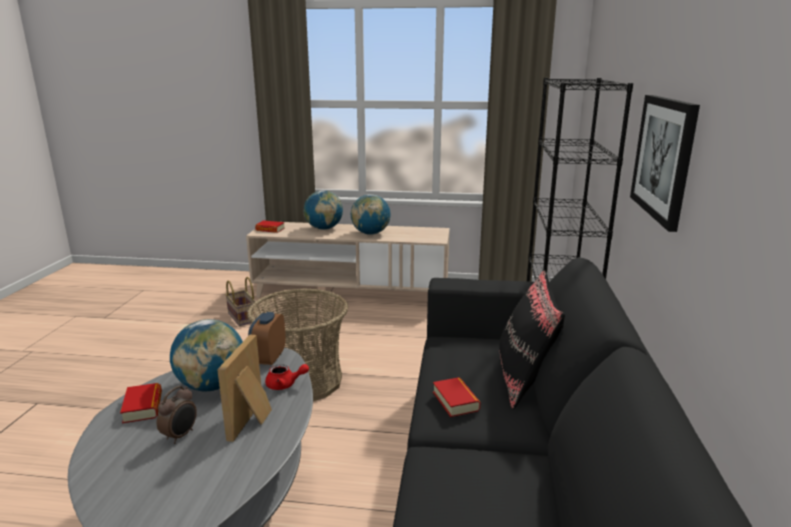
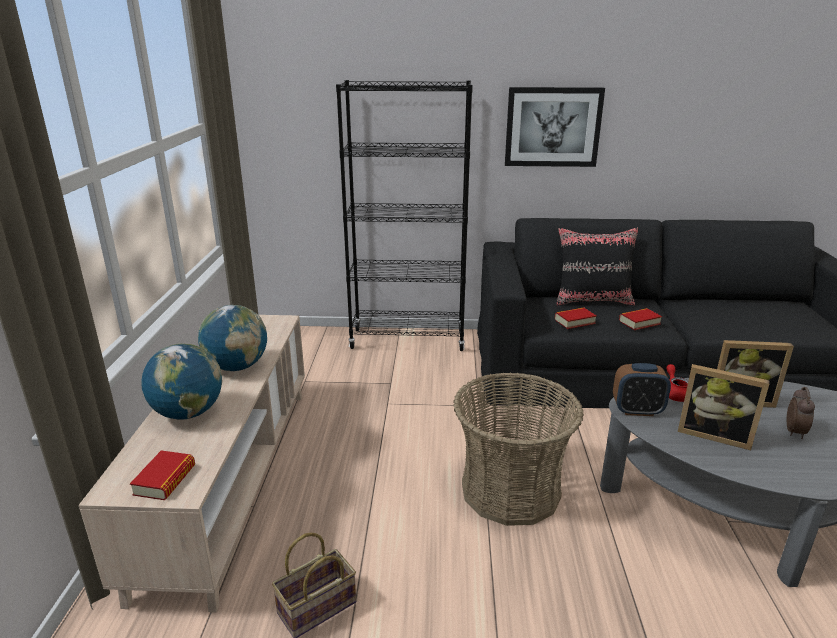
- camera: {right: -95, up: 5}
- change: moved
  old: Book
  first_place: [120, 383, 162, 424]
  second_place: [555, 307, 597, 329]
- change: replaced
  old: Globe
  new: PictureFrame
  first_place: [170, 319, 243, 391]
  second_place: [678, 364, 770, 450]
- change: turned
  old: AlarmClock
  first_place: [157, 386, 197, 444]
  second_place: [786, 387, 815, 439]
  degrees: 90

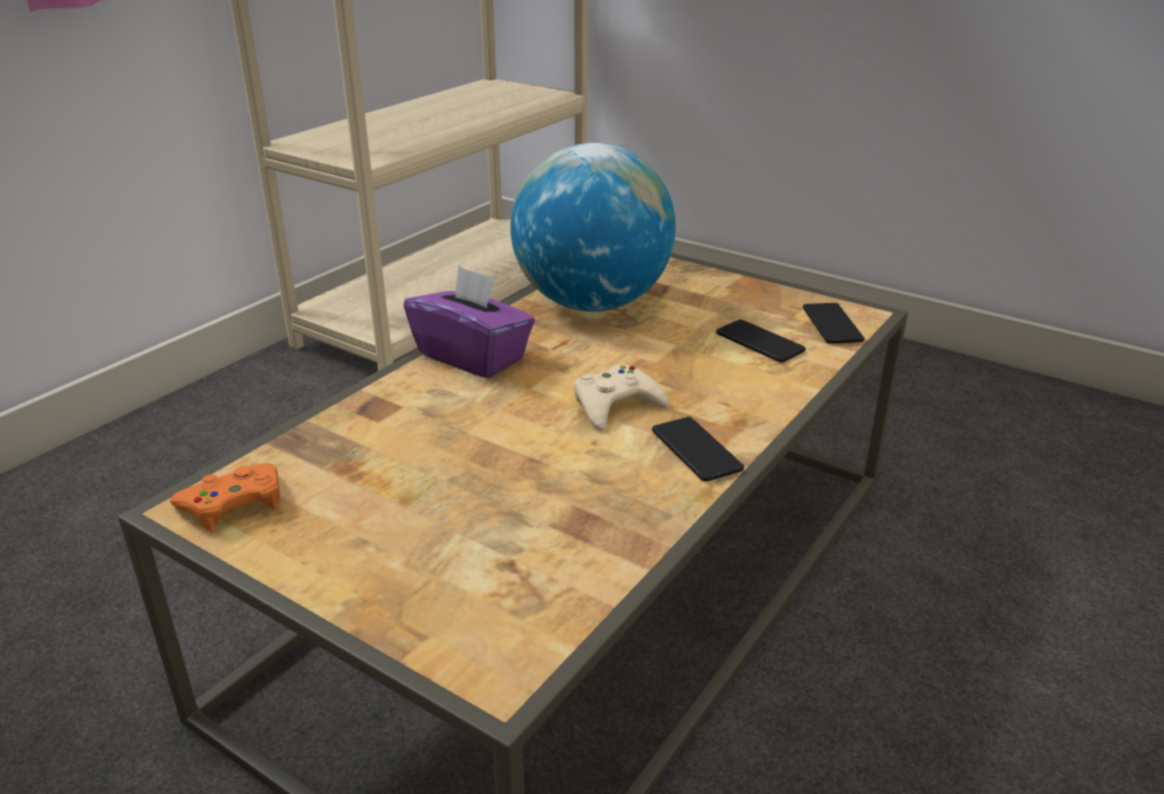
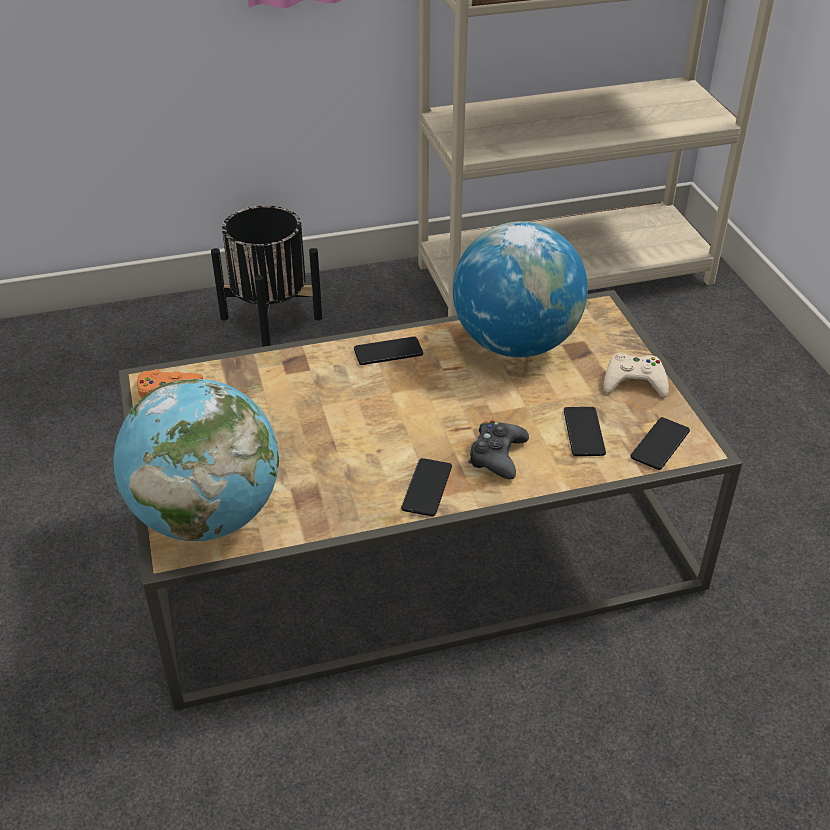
- camera: {right: 40, up: 10}
- change: added
  new: Globe
  second_place: [113, 379, 279, 541]
- change: added
  new: BlackPlanter
  second_place: [211, 205, 322, 347]
- change: added
  new: BlackGameController
  second_place: [468, 421, 529, 479]
- change: moved
  old: BeigeGameController
  first_place: [574, 364, 669, 431]
  second_place: [604, 353, 669, 397]
- change: replaced
  old: PurpleTissueBox
  new: Phone
  first_place: [404, 266, 535, 378]
  second_place: [354, 337, 423, 365]

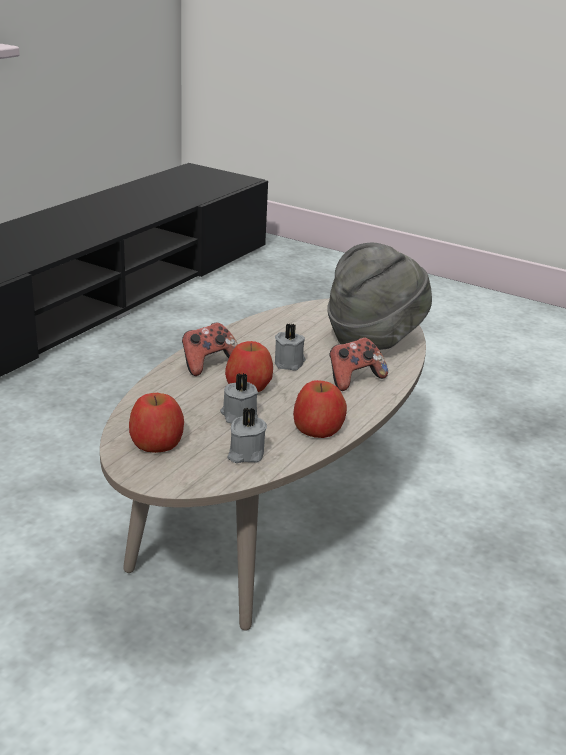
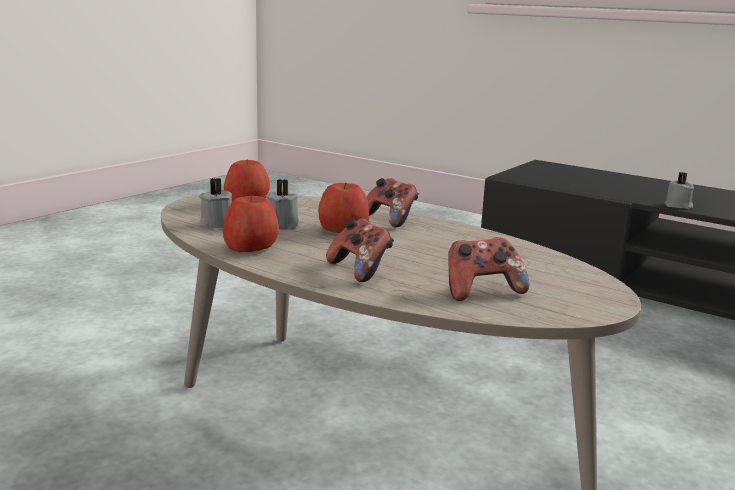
- camera: {right: 95, up: -10}
- change: moved
  old: GreyCandle
  first_place: [275, 323, 306, 370]
  second_place: [665, 172, 694, 209]
- change: replaced
  old: GreyHat
  new: GameController
  first_place: [327, 242, 432, 350]
  second_place: [448, 237, 529, 301]

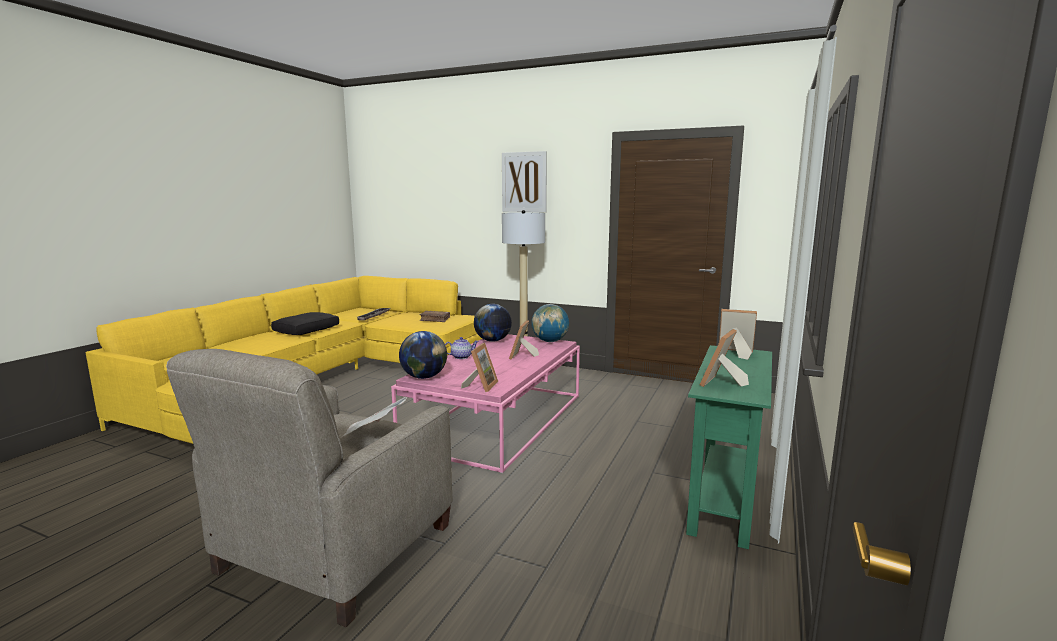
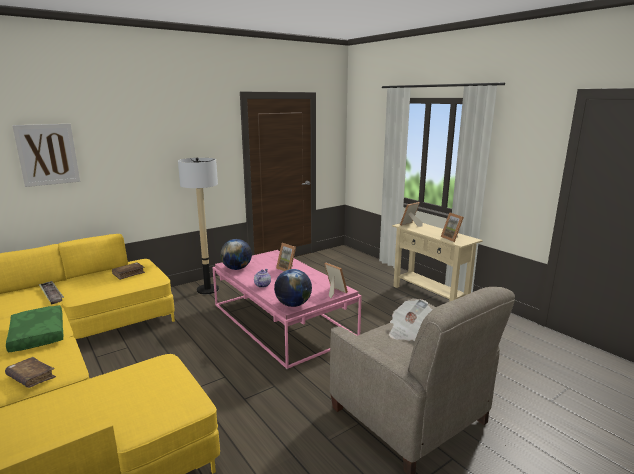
- camera: {right: -60, up: 5}
- change: removed
  old: Globe
  first_place: [531, 304, 569, 342]
- change: added
  new: BrownBook
  second_place: [5, 357, 56, 388]
- change: moved
  old: Picture
  first_place: [502, 151, 547, 212]
  second_place: [12, 124, 80, 187]
- change: recoloured
  old: BlackPillow
  new: GreenPillow
  first_place: [271, 312, 339, 335]
  second_place: [6, 305, 63, 353]
- change: recoloured
  old: GreenConsoleTable
  new: BeigeConsoleTable
  first_place: [686, 345, 772, 549]
  second_place: [392, 221, 483, 302]

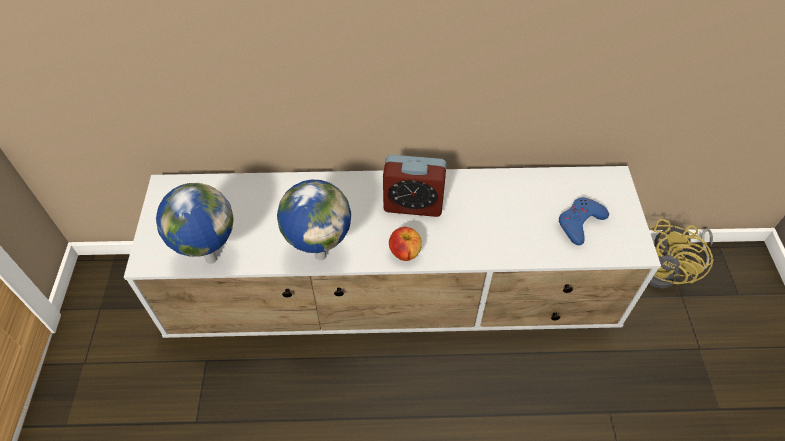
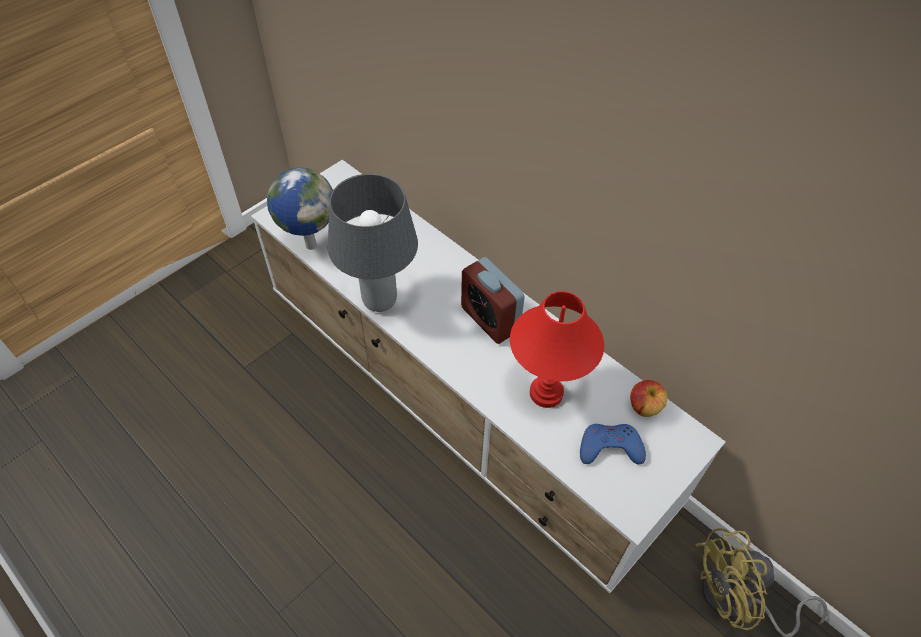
- camera: {right: 45, up: 0}
- change: added
  new: RedTableLamp
  second_place: [510, 291, 604, 408]
- change: moved
  old: Apple
  first_place: [389, 227, 422, 261]
  second_place: [630, 380, 667, 417]
- change: replaced
  old: Globe
  new: GreyTableLamp
  first_place: [277, 180, 351, 260]
  second_place: [328, 174, 418, 312]

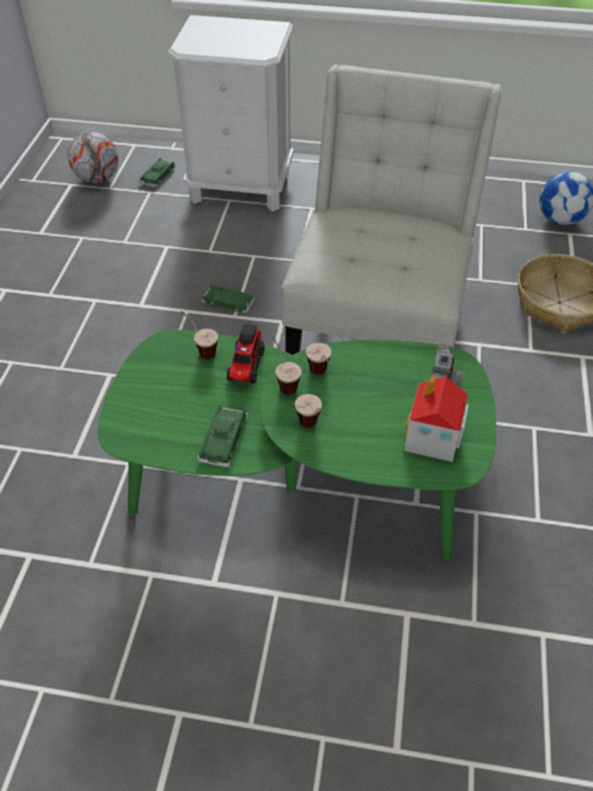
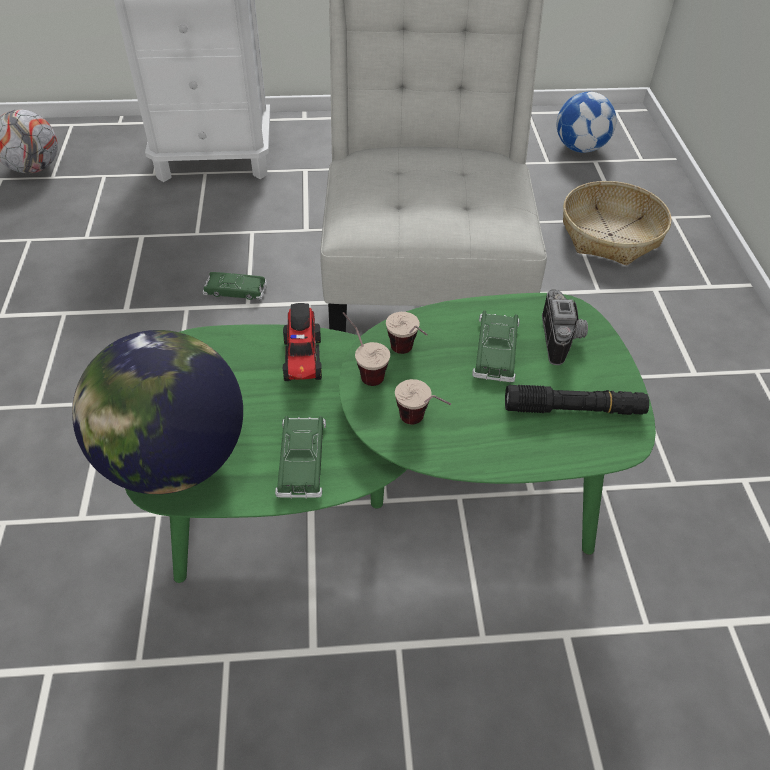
- camera: {right: -15, up: 0}
- change: removed
  old: Cup
  first_place: [180, 311, 218, 359]
- change: added
  new: Globe
  second_place: [72, 330, 243, 494]
- change: moved
  old: GreenToyCar
  first_place: [140, 158, 176, 187]
  second_place: [472, 310, 520, 382]
- change: replaced
  old: ToyHouse
  new: BlackFlashlight
  first_place: [404, 375, 469, 462]
  second_place: [505, 385, 649, 415]

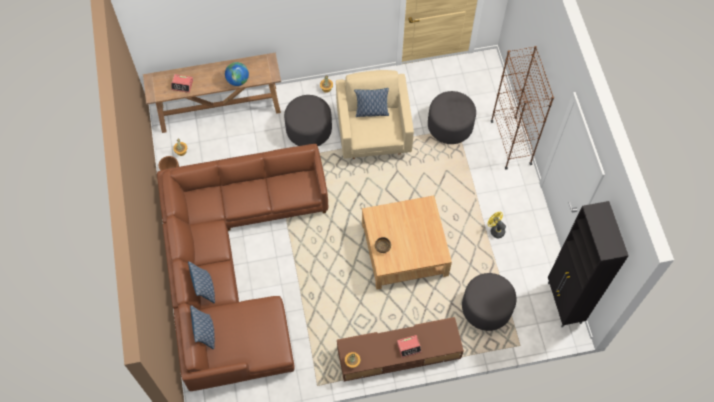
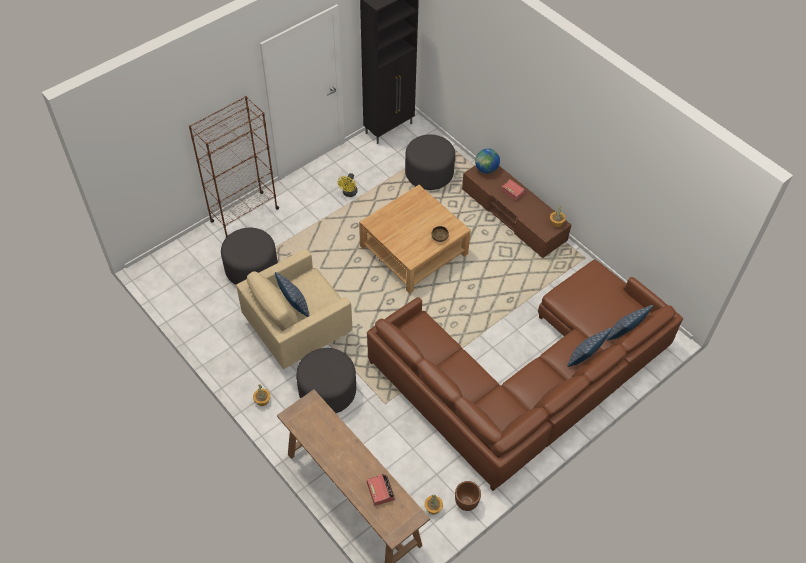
- camera: {right: -120, up: -10}
- change: moved
  old: Globe
  first_place: [225, 62, 249, 86]
  second_place: [475, 149, 500, 174]

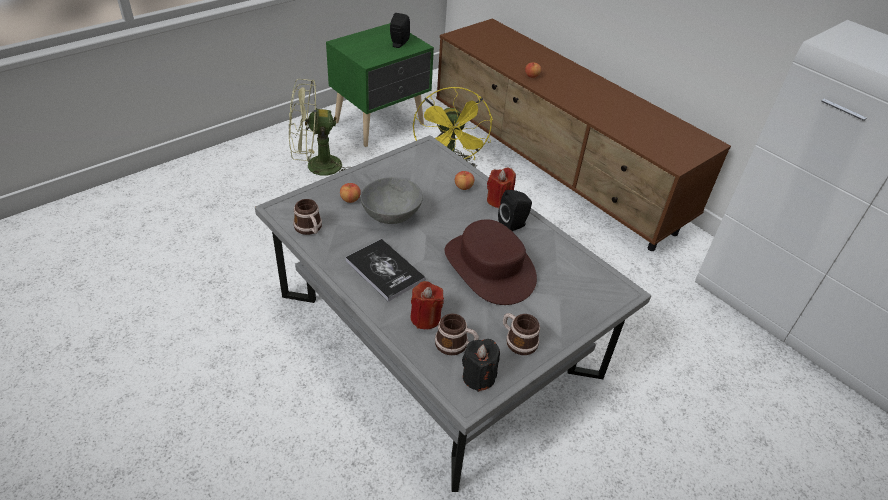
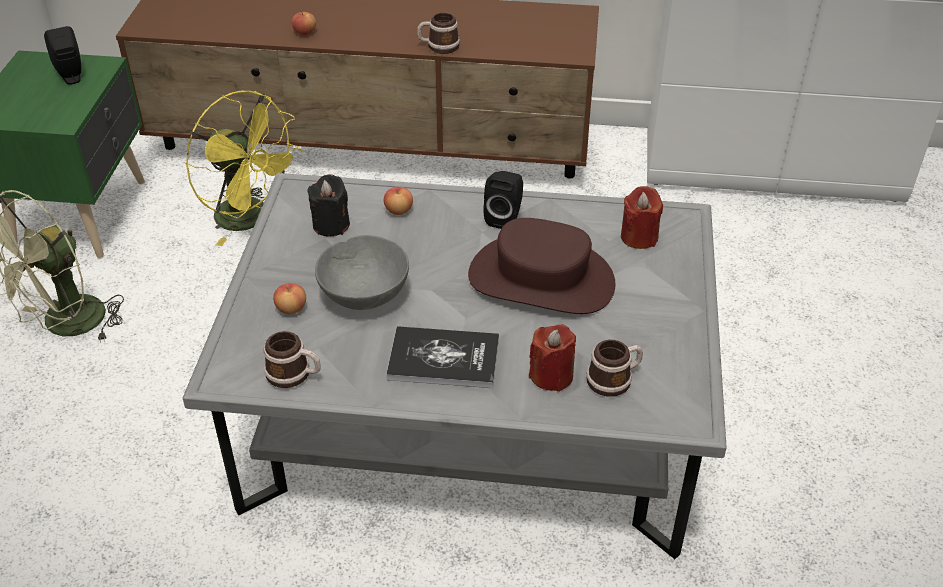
- camera: {right: -40, up: 0}
- change: moved
  old: BlackCandle
  first_place: [462, 339, 500, 392]
  second_place: [307, 175, 350, 237]
- change: moved
  old: RedCandle
  first_place: [487, 167, 516, 208]
  second_place: [621, 186, 663, 249]
- change: moved
  old: Mug
  first_place: [503, 313, 540, 355]
  second_place: [417, 13, 460, 54]

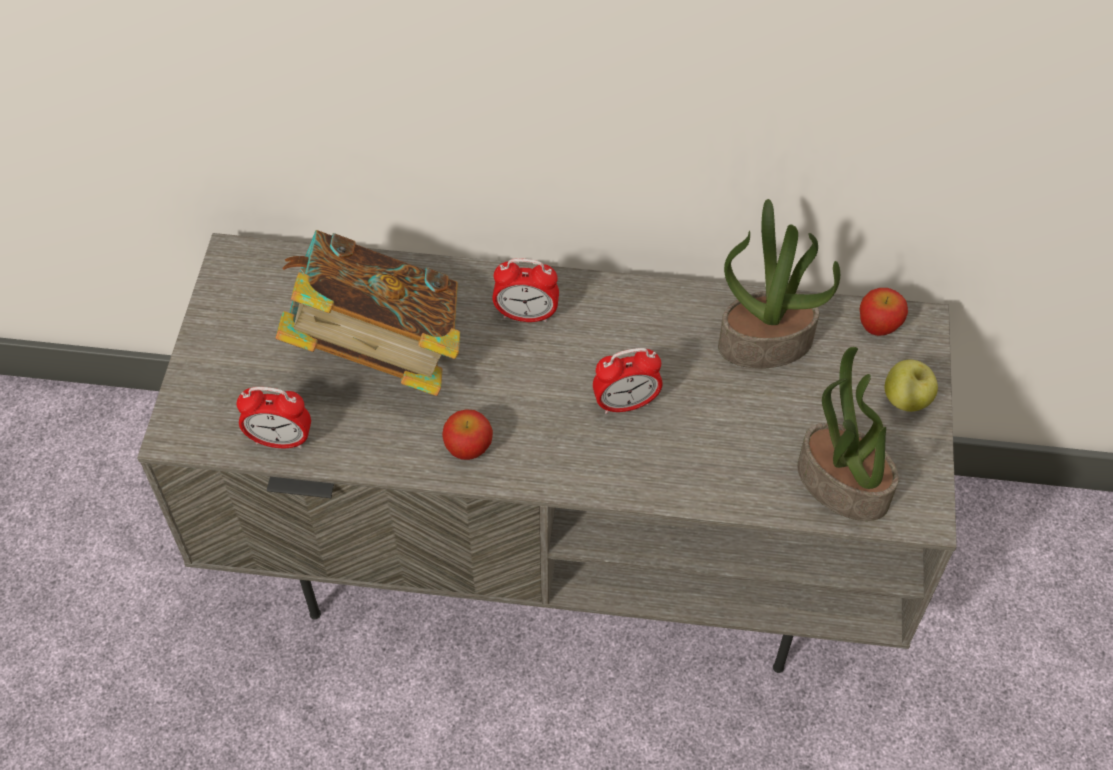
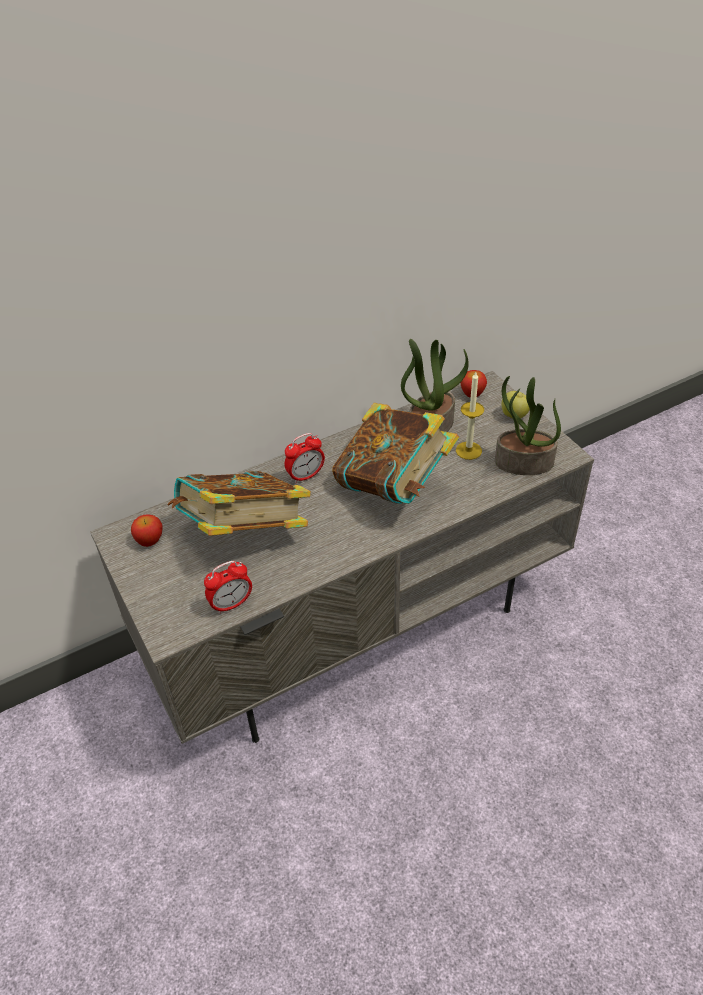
- camera: {right: -35, up: -10}
- change: added
  new: Candle
  second_place: [456, 372, 484, 460]
- change: moved
  old: Apple
  first_place: [442, 409, 493, 460]
  second_place: [131, 514, 163, 547]
- change: replaced
  old: AlarmClock
  new: Book
  first_place: [593, 348, 663, 414]
  second_place: [332, 403, 459, 504]

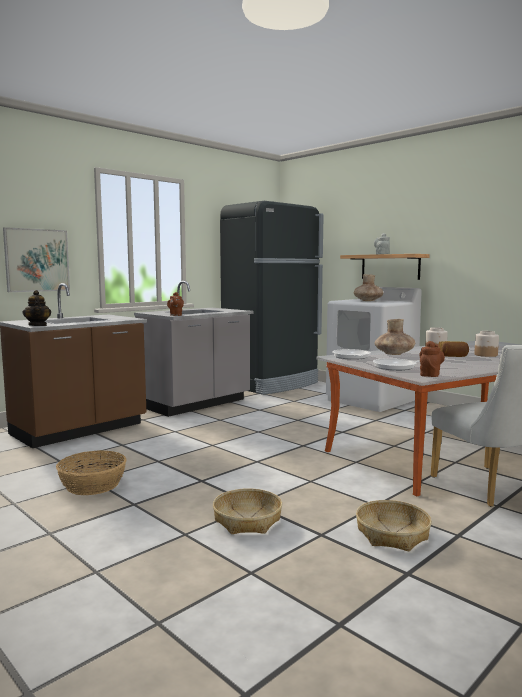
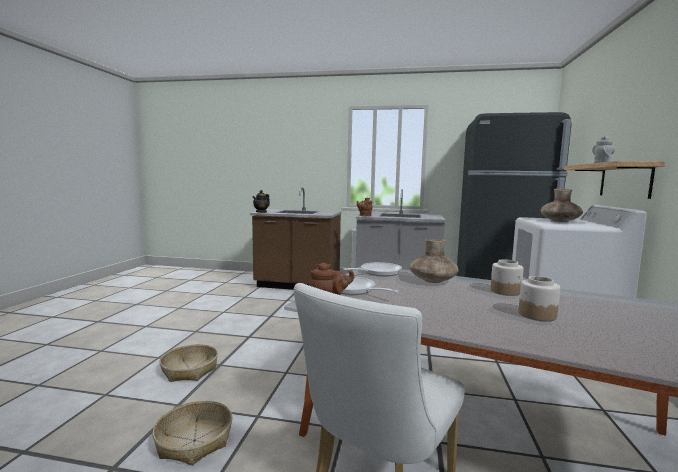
- camera: {right: 55, up: 0}
- change: removed
  old: Picture
  first_place: [3, 227, 70, 292]
- change: removed
  old: Basket
  first_place: [56, 450, 127, 495]
- change: removed
  old: Bread
  first_place: [439, 341, 469, 357]

